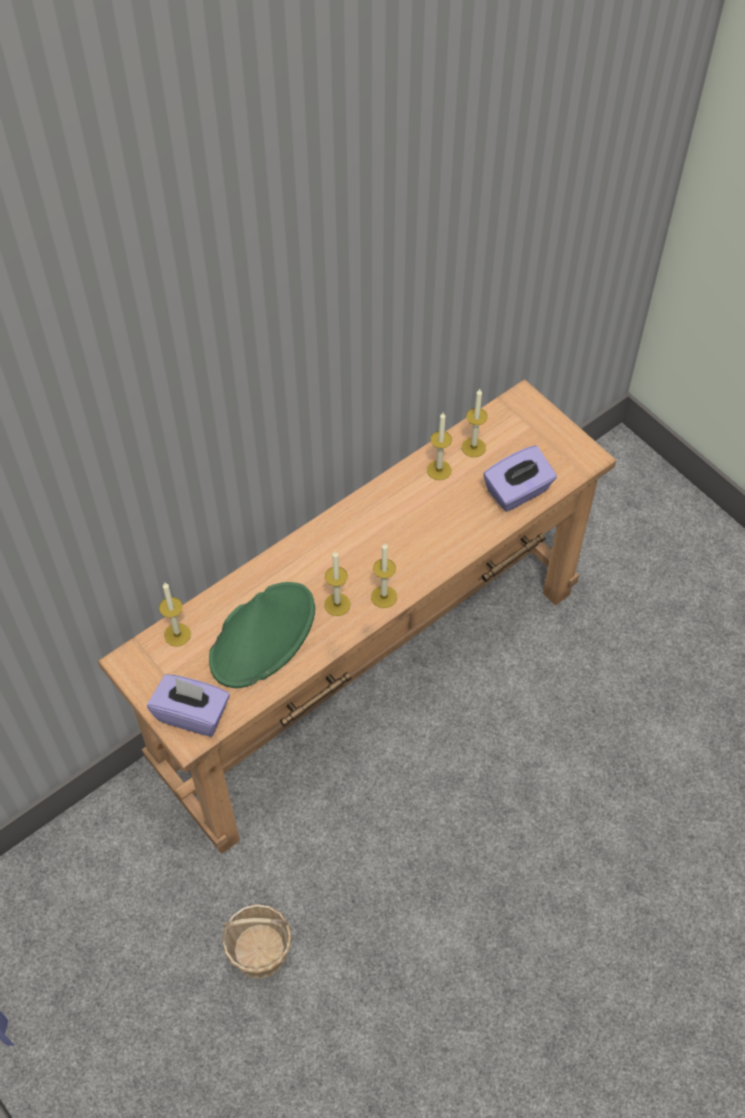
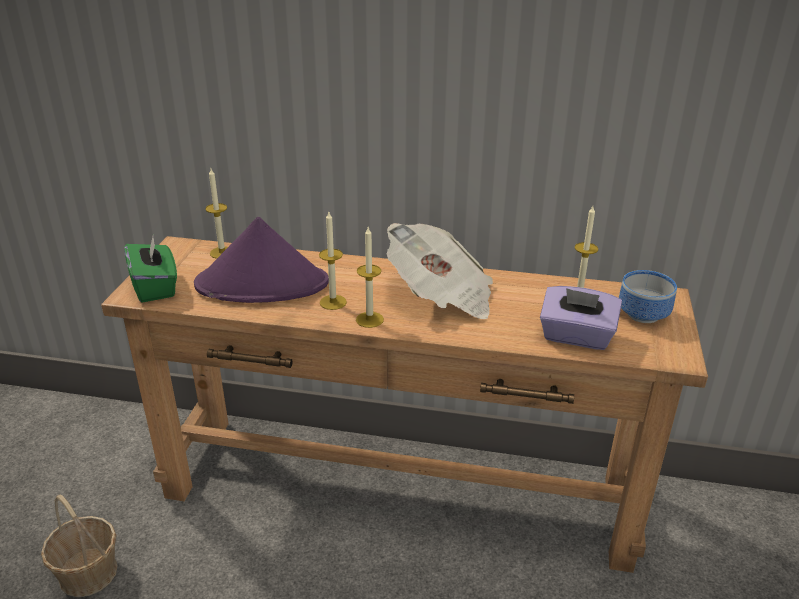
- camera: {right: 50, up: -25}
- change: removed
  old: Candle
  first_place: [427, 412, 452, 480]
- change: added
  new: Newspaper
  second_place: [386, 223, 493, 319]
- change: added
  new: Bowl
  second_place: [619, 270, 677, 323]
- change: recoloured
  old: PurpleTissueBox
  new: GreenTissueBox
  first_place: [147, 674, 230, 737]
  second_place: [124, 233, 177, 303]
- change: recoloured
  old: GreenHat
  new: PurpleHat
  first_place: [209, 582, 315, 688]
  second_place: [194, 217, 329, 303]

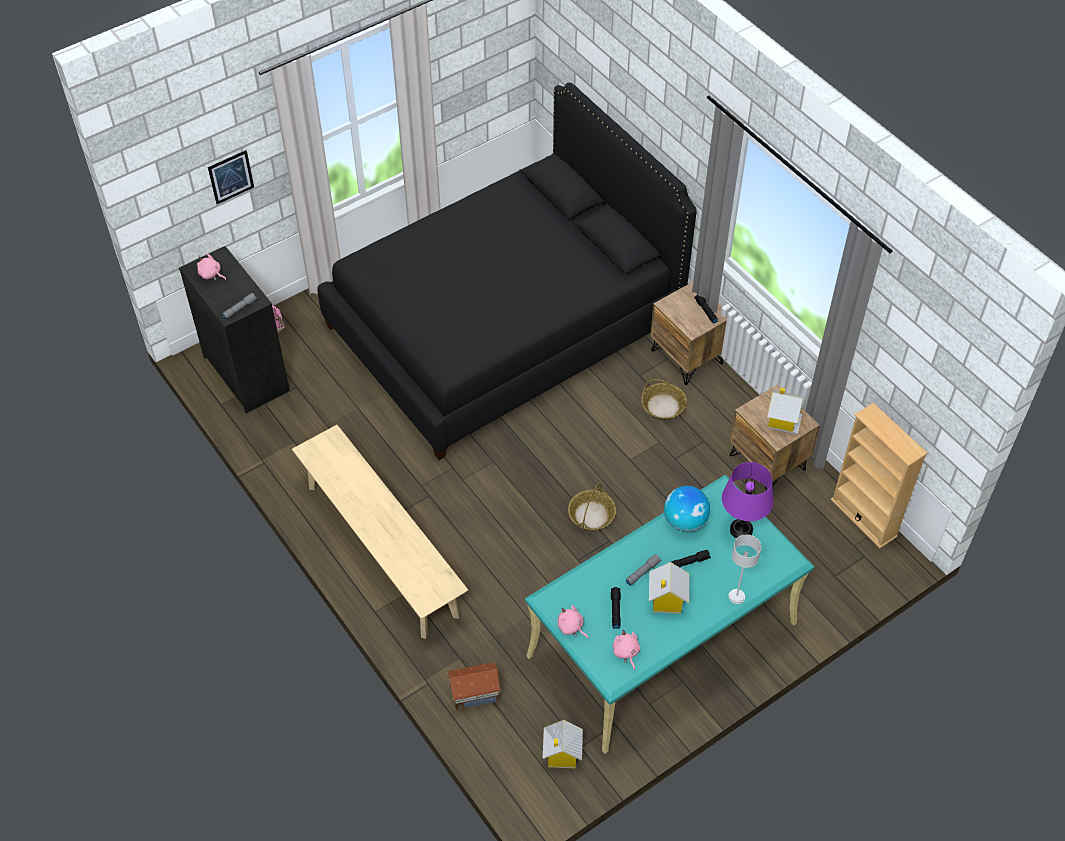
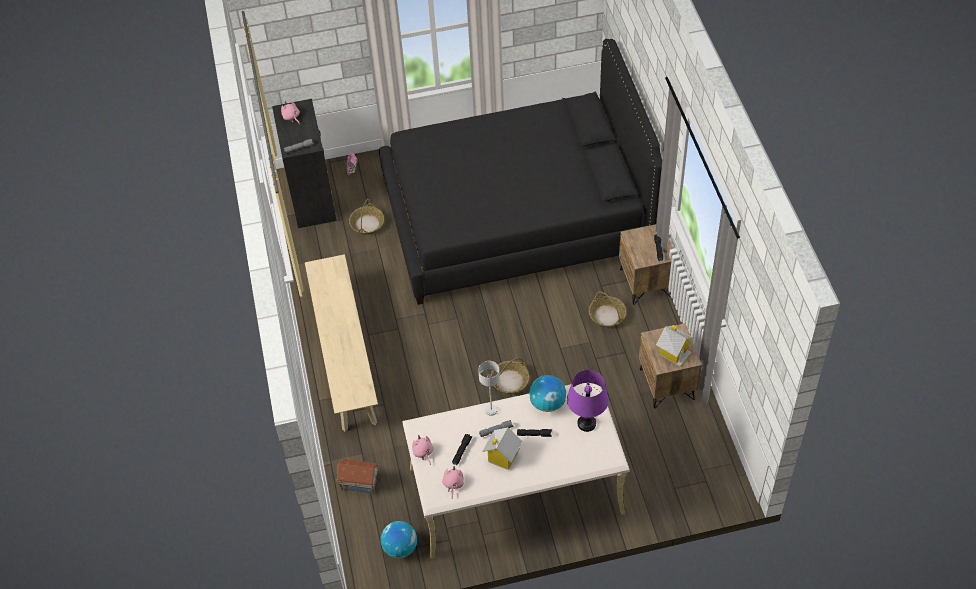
- camera: {right: 25, up: 0}
- change: removed
  old: Picture
  first_place: [208, 150, 254, 204]
- change: removed
  old: BeigeBookcase
  first_place: [831, 403, 928, 548]
- change: added
  new: Basket
  second_place: [349, 199, 384, 235]
- change: moved
  old: GreyTableLamp
  first_place: [728, 535, 761, 604]
  second_place: [478, 361, 500, 416]
- change: replaced
  old: ToyHouse
  new: Globe
  first_place: [543, 720, 583, 768]
  second_place: [381, 521, 417, 558]
- change: recoloured
  old: TurquoiseDesk
  new: BeigeDesk
  first_place: [525, 475, 814, 754]
  second_place: [402, 383, 629, 559]

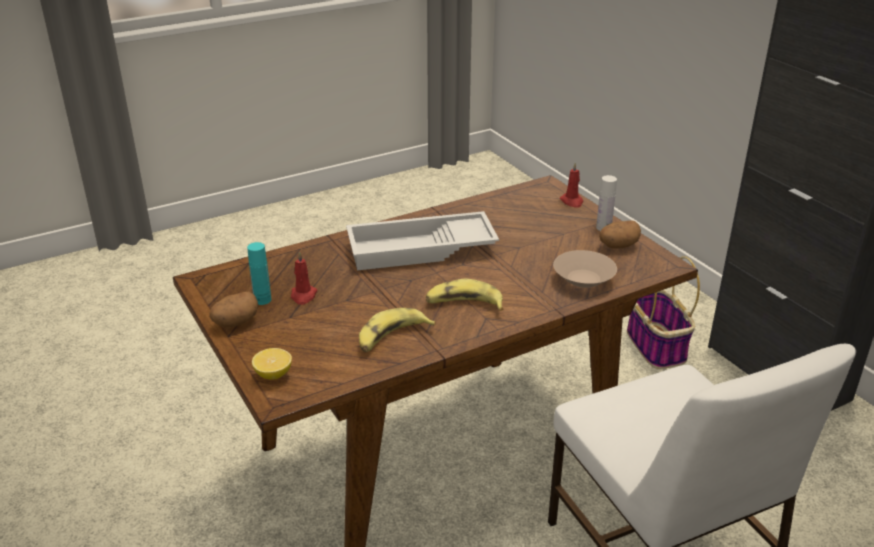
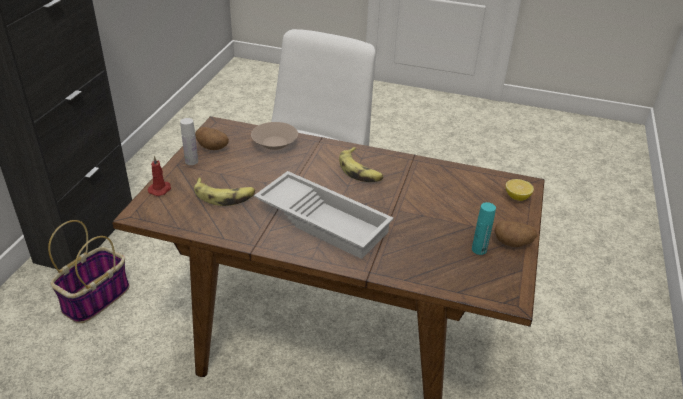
- camera: {right: -135, up: 5}
- change: removed
  old: RedCandle
  first_place: [291, 251, 317, 305]
- change: moved
  old: Banana
  first_place: [359, 308, 436, 352]
  second_place: [194, 177, 255, 206]

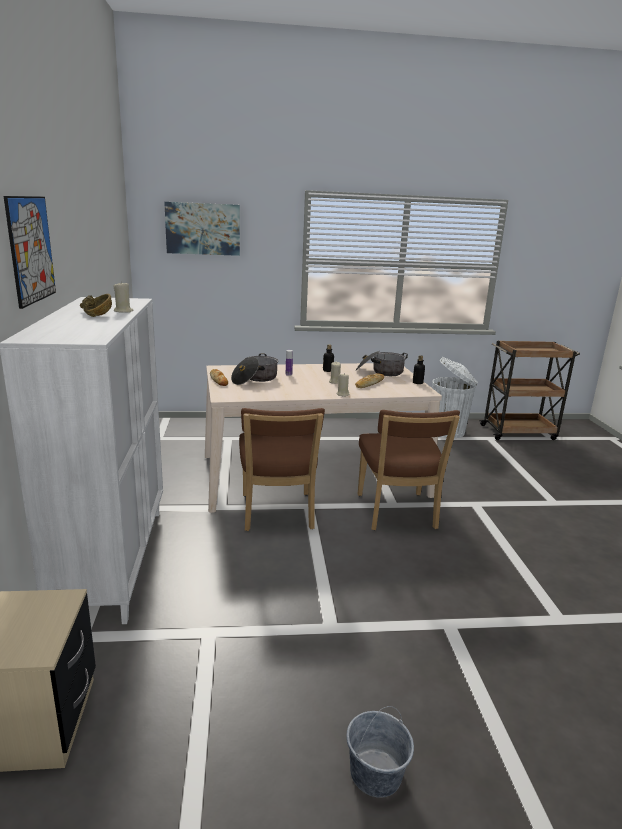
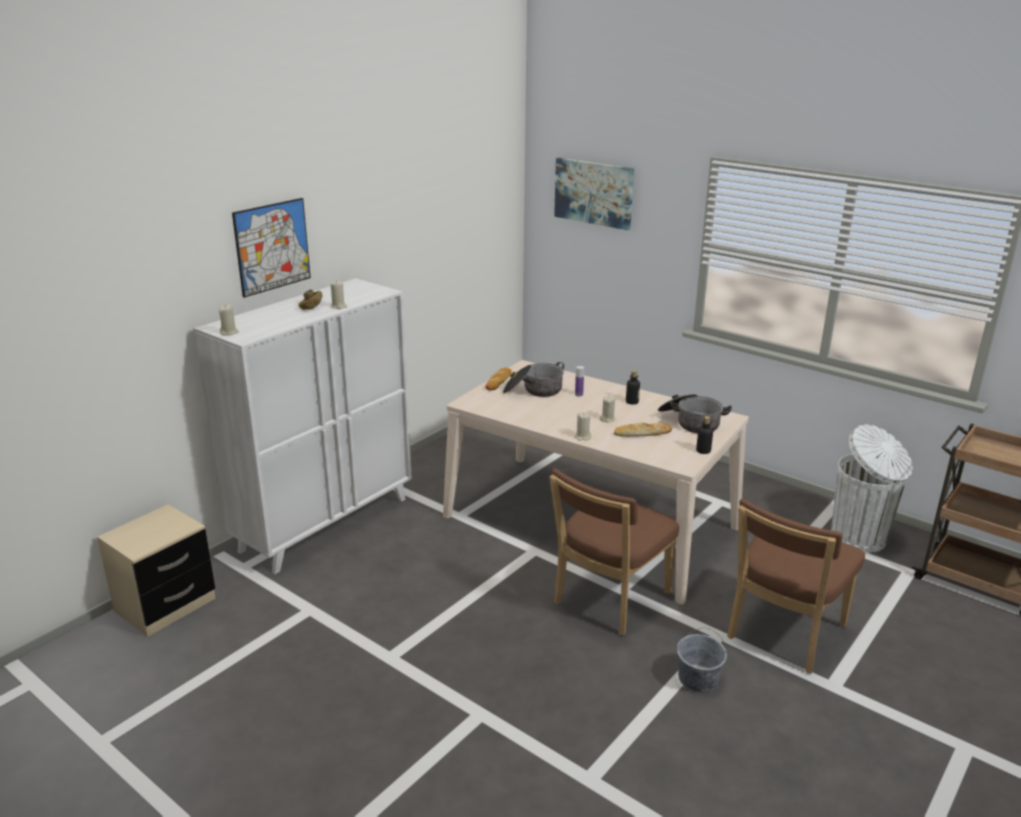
- camera: {right: 45, up: 5}
- change: added
  new: BeigeCandle
  second_place: [219, 305, 239, 335]
- change: moved
  old: BrownChair
  first_place: [239, 408, 325, 531]
  second_place: [727, 499, 865, 674]
- change: moved
  old: GreyBucket
  first_place: [346, 706, 414, 798]
  second_place: [677, 627, 727, 692]

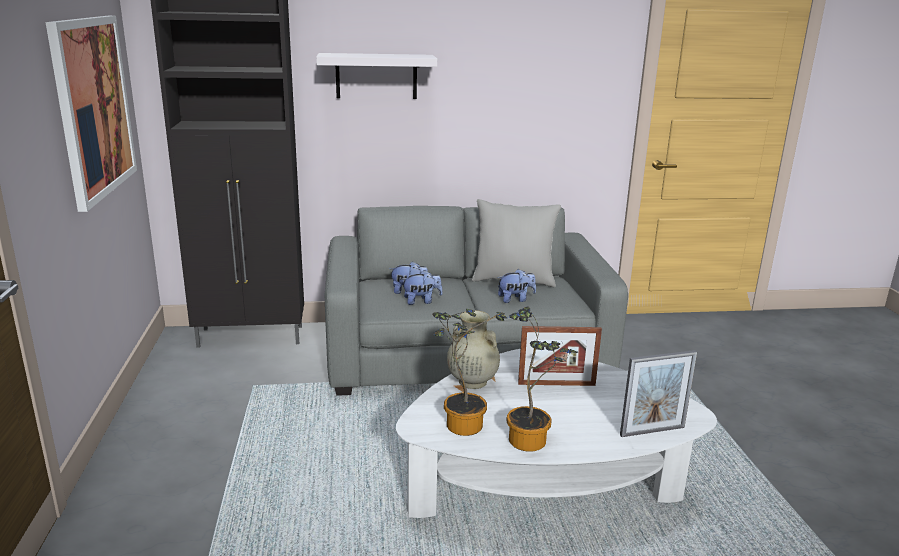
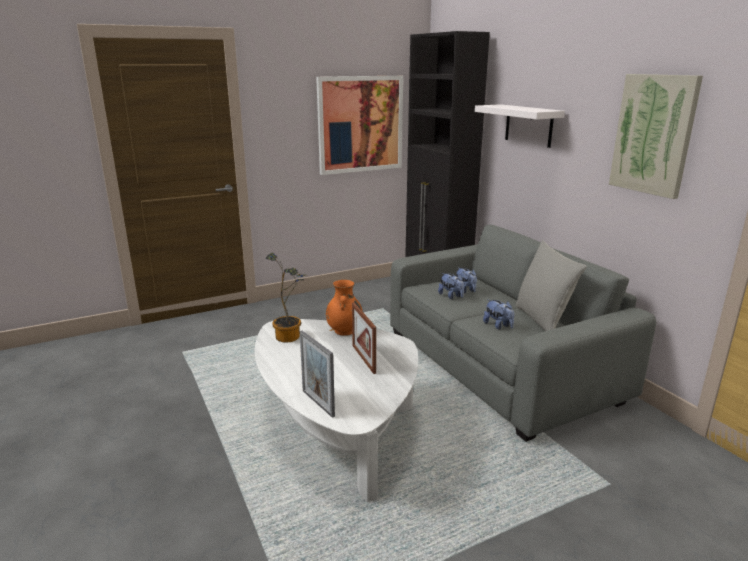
- camera: {right: 70, up: 0}
- change: removed
  old: PottedPlant
  first_place: [506, 306, 578, 452]
- change: added
  new: Picture
  second_place: [609, 74, 703, 199]
- change: recoloured
  old: BeigeVase
  new: OrangeVase
  first_place: [447, 310, 500, 389]
  second_place: [326, 280, 363, 336]

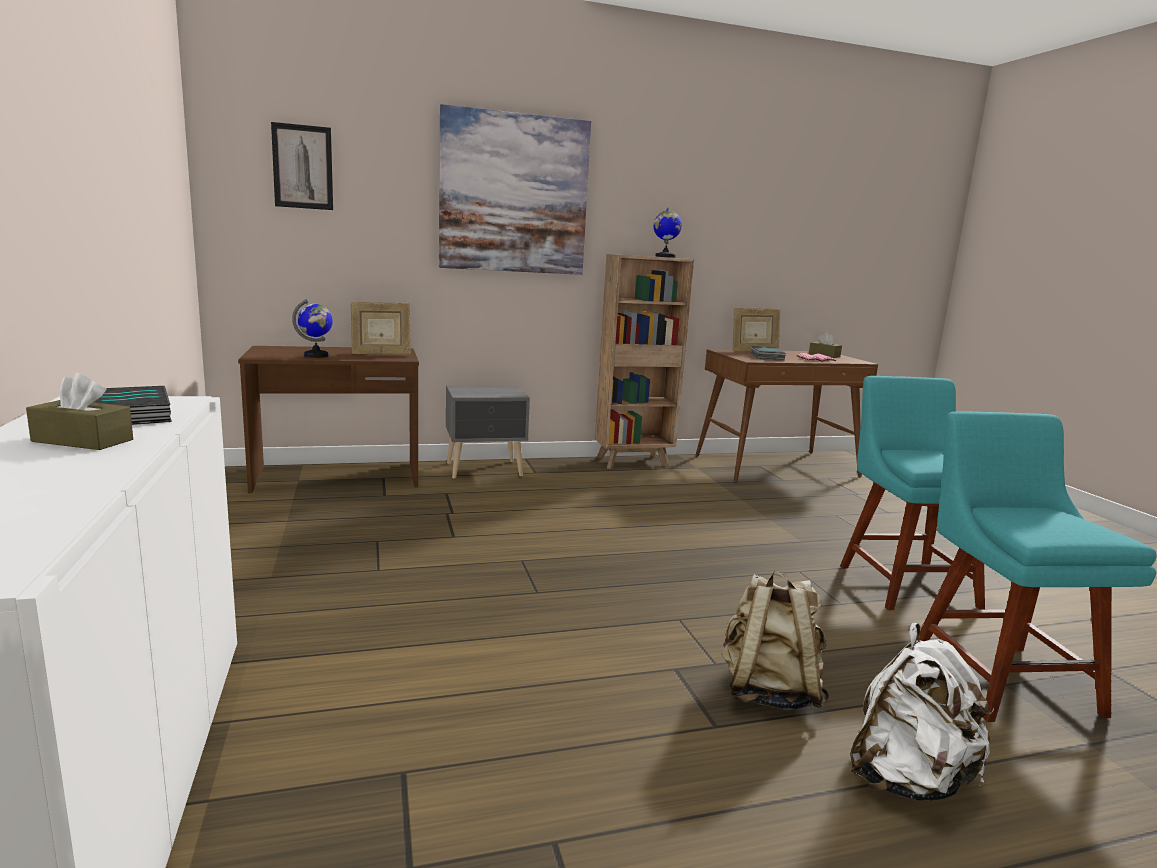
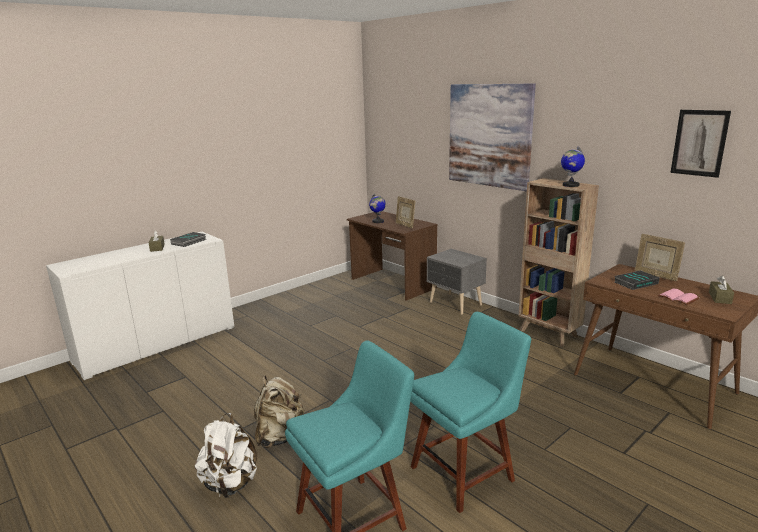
- camera: {right: 65, up: 5}
- change: moved
  old: Picture
  first_place: [271, 122, 333, 210]
  second_place: [671, 110, 731, 178]

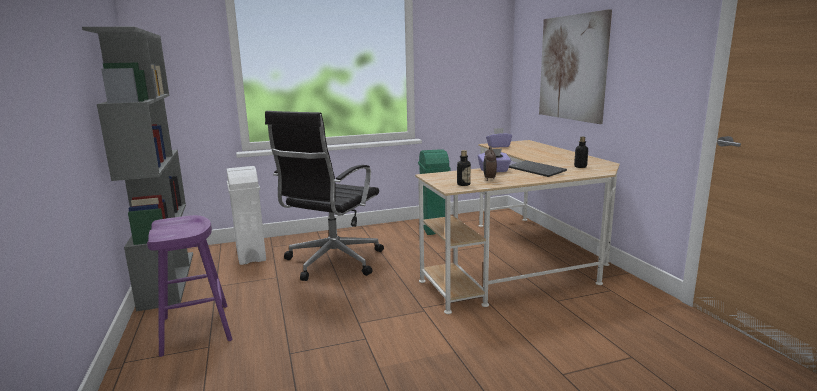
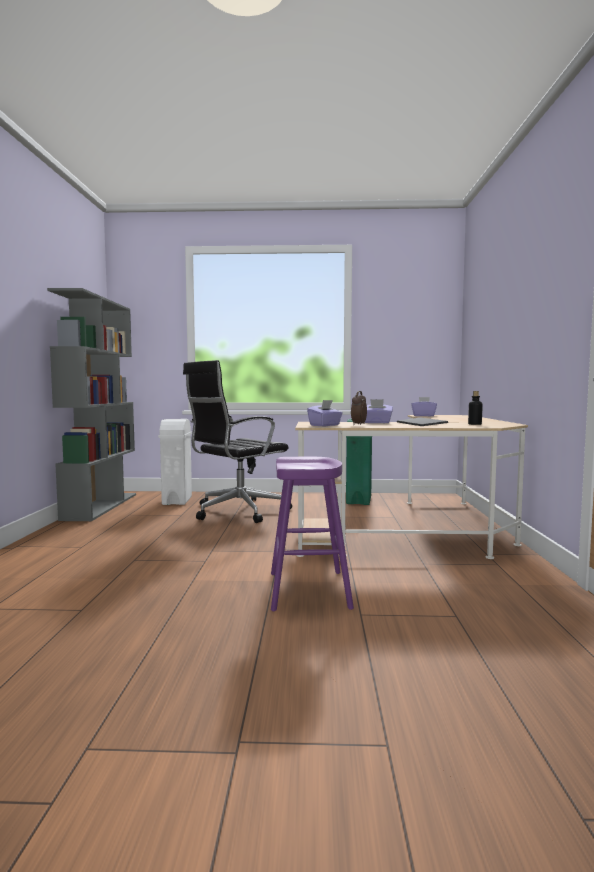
- camera: {right: 20, up: -10}
- change: removed
  old: Picture
  first_place: [539, 9, 612, 124]
- change: moved
  old: PurpleStool
  first_place: [147, 215, 232, 357]
  second_place: [271, 457, 354, 611]
- change: replaced
  old: Bottle
  new: PurpleTissueBox
  first_place: [457, 150, 471, 186]
  second_place: [307, 400, 343, 426]

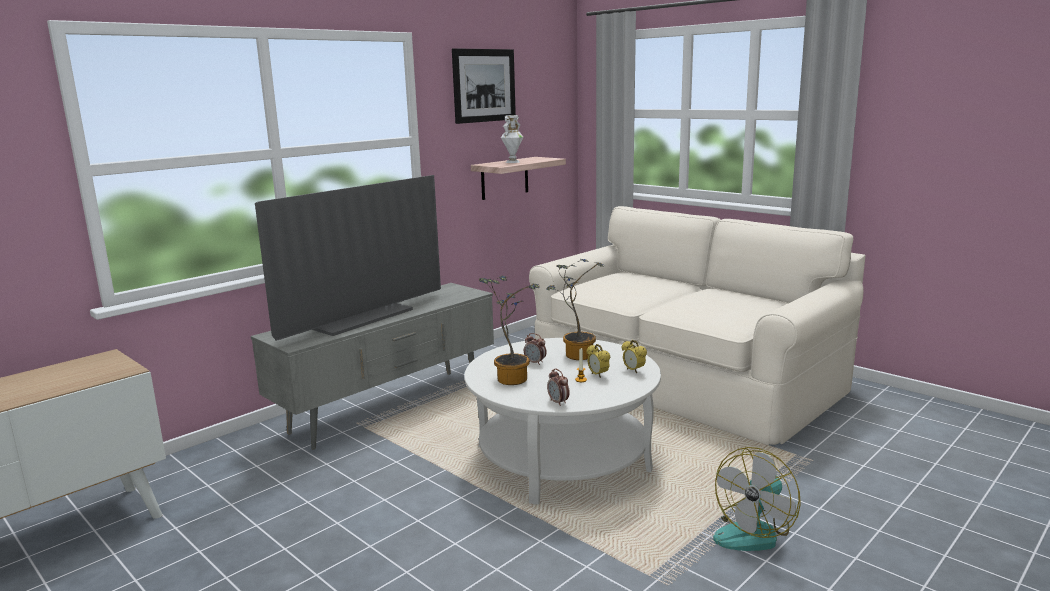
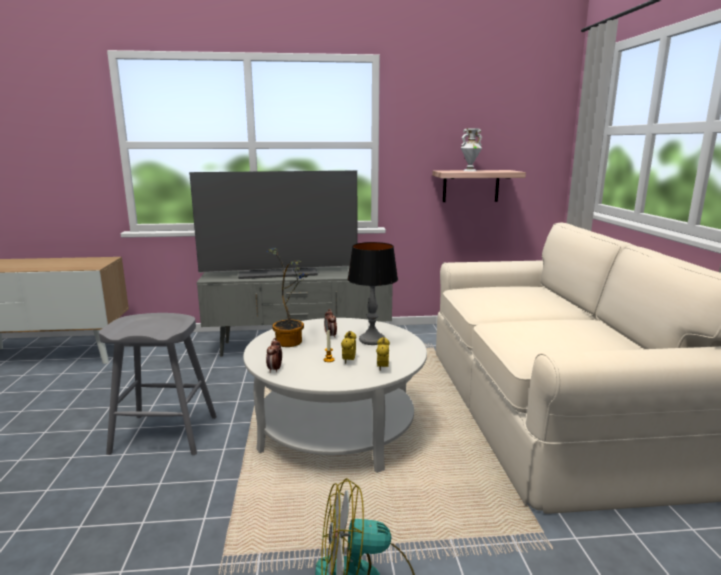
- camera: {right: 40, up: 0}
- change: removed
  old: Picture
  first_place: [452, 48, 516, 124]
- change: added
  new: GreyStool
  second_place: [99, 313, 217, 455]
- change: replaced
  old: PottedPlant
  new: TableLamp
  first_place: [546, 259, 604, 360]
  second_place: [347, 242, 398, 345]

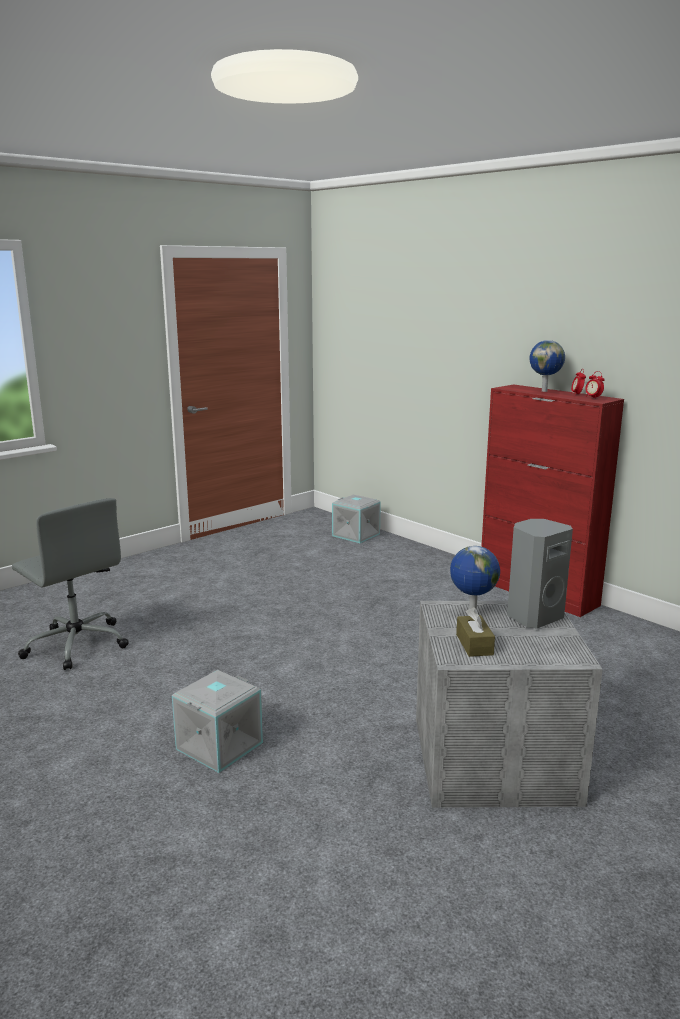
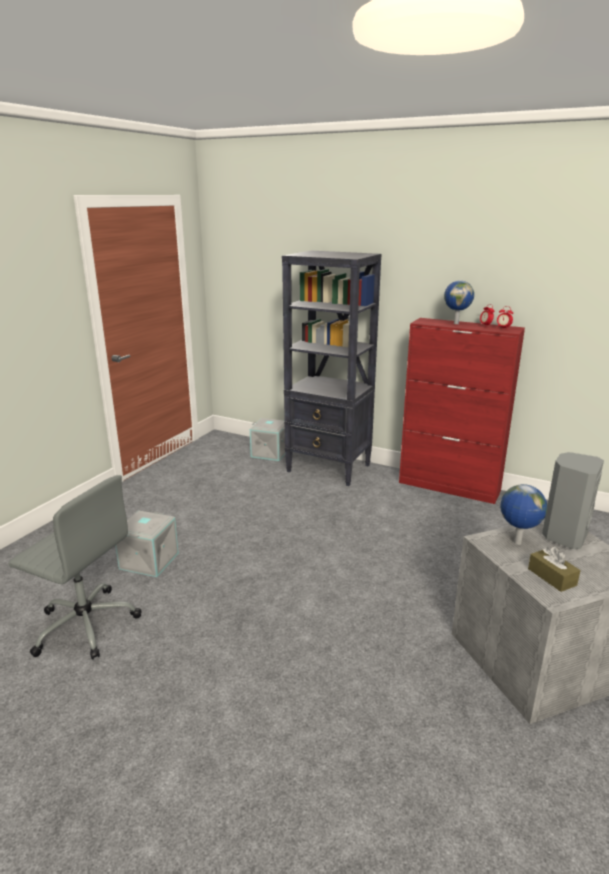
- camera: {right: -20, up: 5}
- change: added
  new: BlackBookcase
  second_place: [282, 251, 381, 486]
- change: moved
  old: GreyStorageBox
  first_place: [172, 670, 263, 773]
  second_place: [115, 510, 179, 577]

